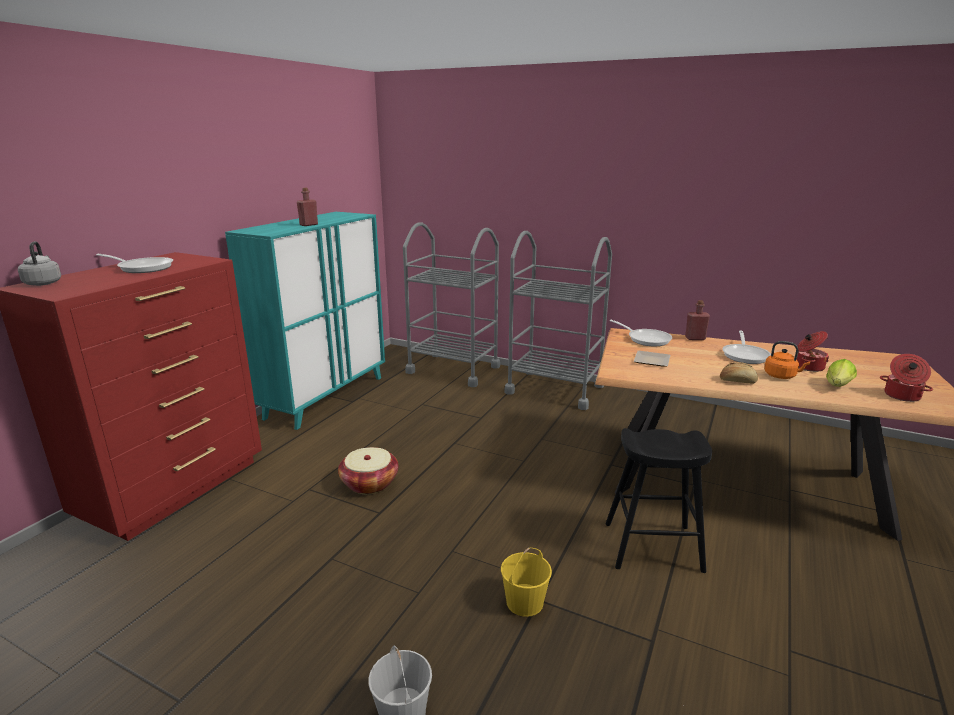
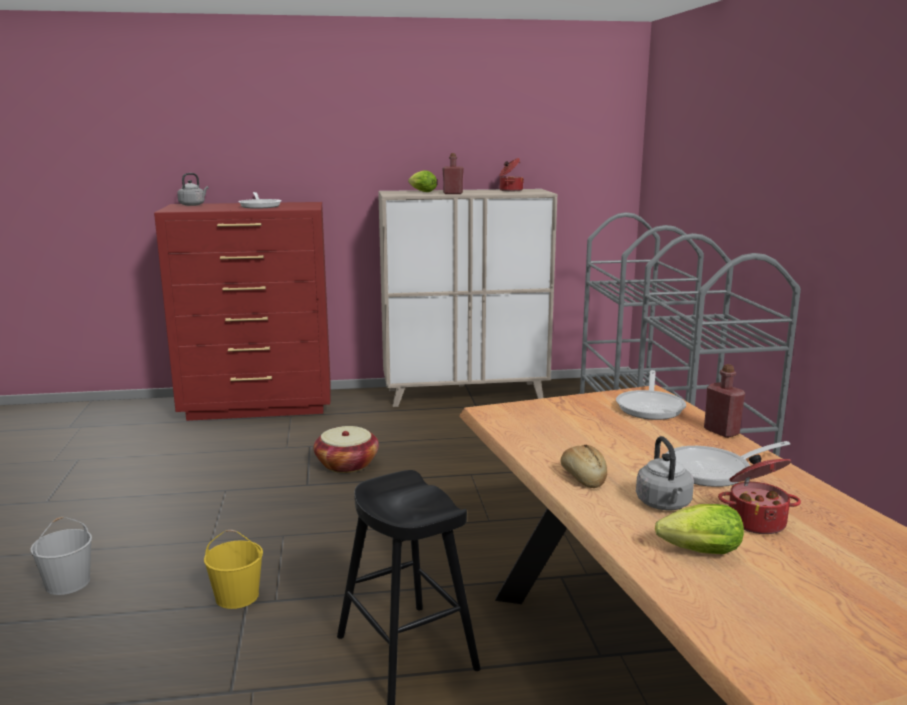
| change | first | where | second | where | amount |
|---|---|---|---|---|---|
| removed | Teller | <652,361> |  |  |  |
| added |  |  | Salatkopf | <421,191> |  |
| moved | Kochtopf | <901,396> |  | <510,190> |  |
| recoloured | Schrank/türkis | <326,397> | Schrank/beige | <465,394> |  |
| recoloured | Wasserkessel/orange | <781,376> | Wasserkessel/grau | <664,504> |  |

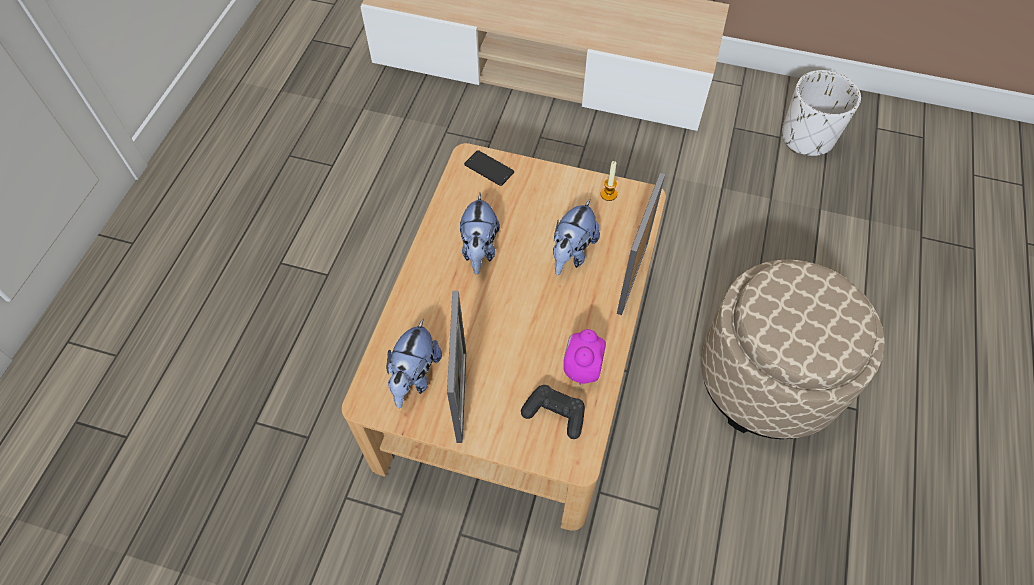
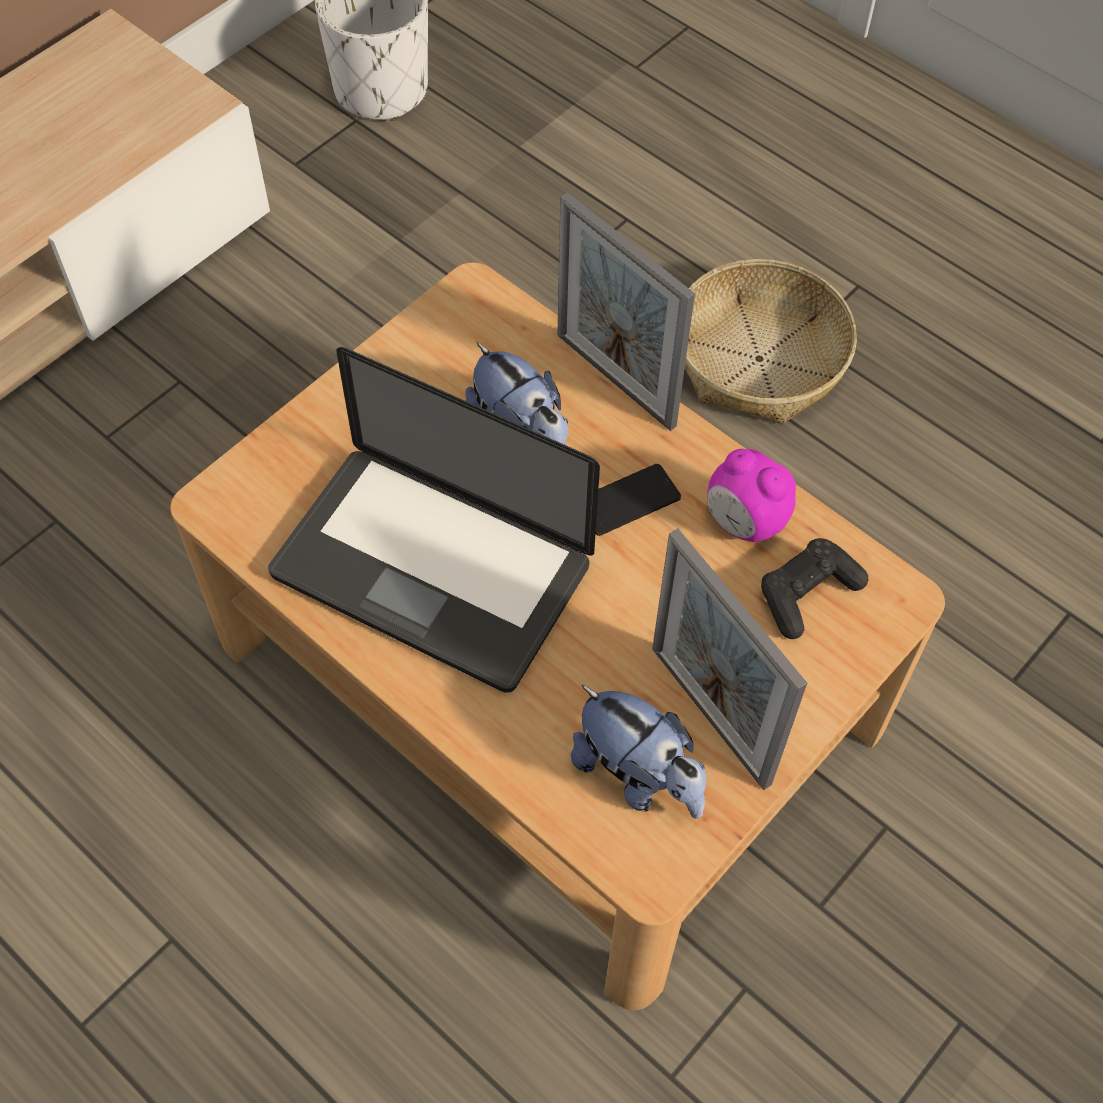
| change | first | where | second | where | amount |
|---|---|---|---|---|---|
| removed | Kerze | <608,194> |  |  |  |
| moved | Handy | <489,168> |  | <628,500> |  |
| replaced | Plüschtier | <479,249> | Laptop | <431,569> |  |
| replaced | Polsterhocker/beige | <768,378> | Korb | <759,358> |  |
| turned | Bilderrahmen | <461,395> |  | <710,715> | 150 degrees counterclockwise |

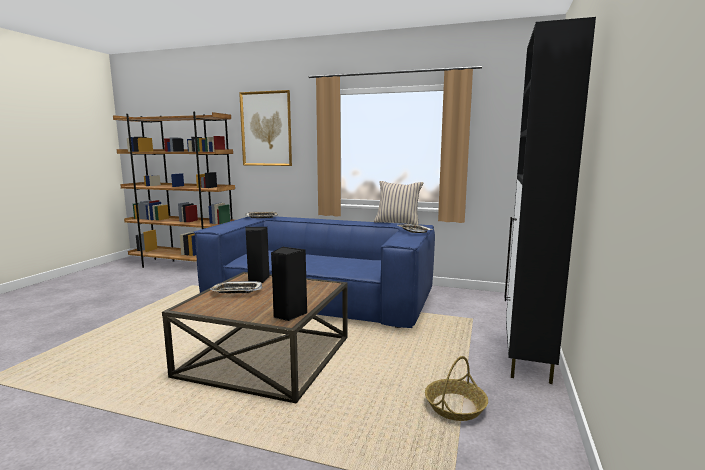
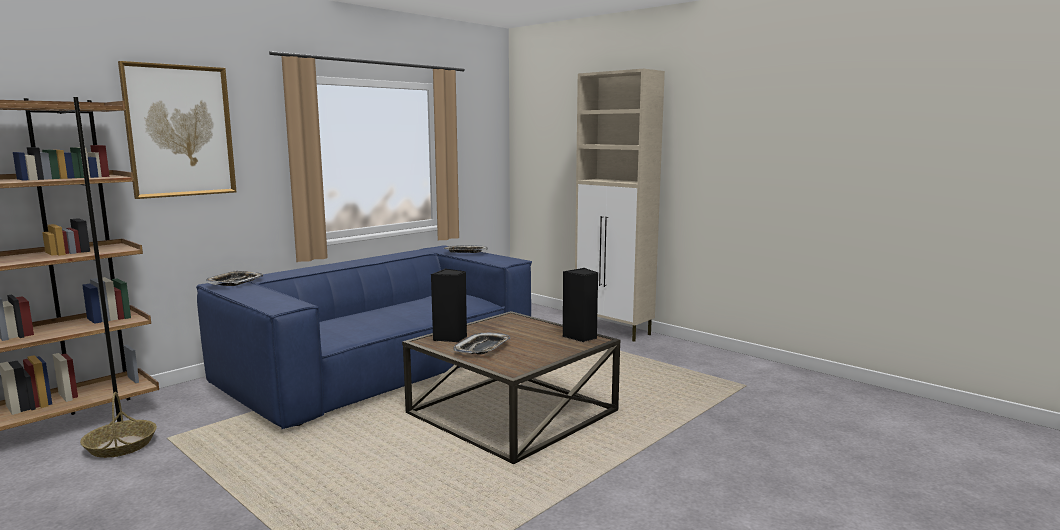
| change | first | where | second | where | amount |
|---|---|---|---|---|---|
| removed | Kissen/beige | <397,223> |  |  |  |
| moved | Korb | <455,407> |  | <121,446> |  |
| recoloured | Schrank/schwarz | <527,360> | Schrank/beige | <614,331> |  |

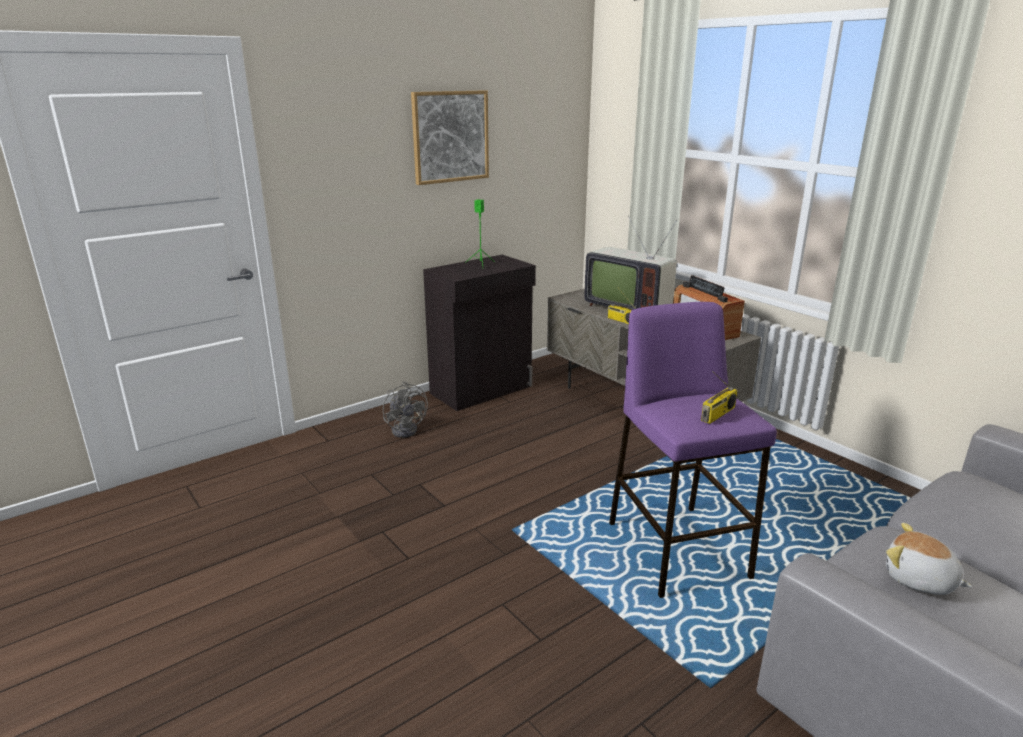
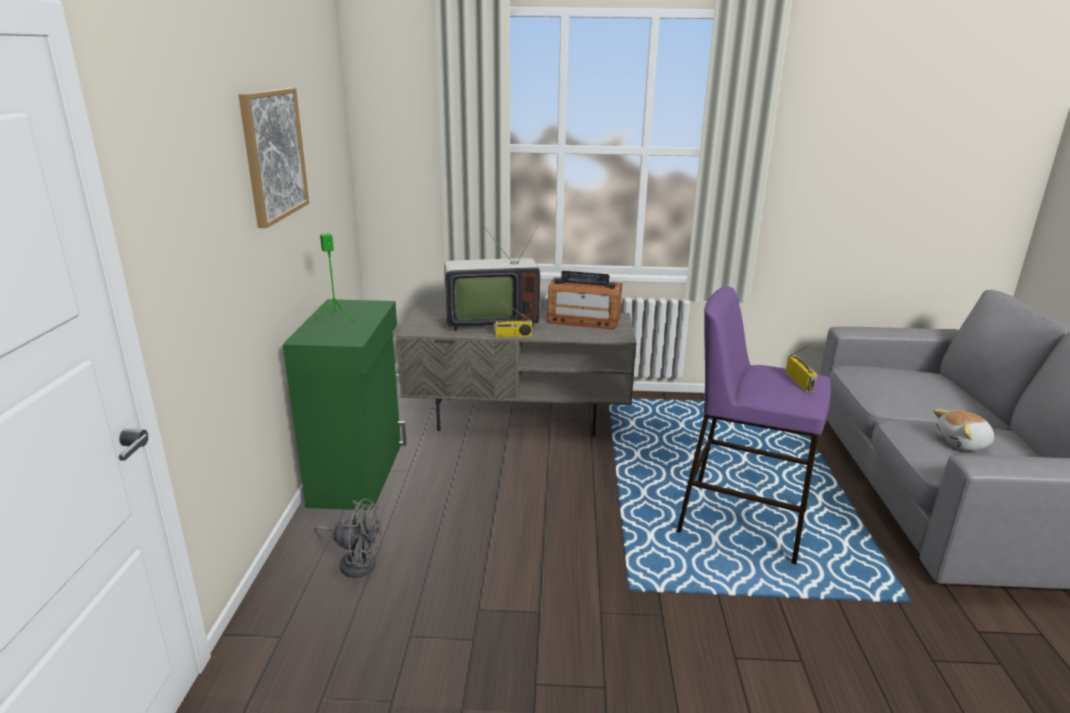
| change | first | where | second | where | amount |
|---|---|---|---|---|---|
| recoloured | Schrank/schwarz | <482,390> | Schrank/grün | <359,473> |  |

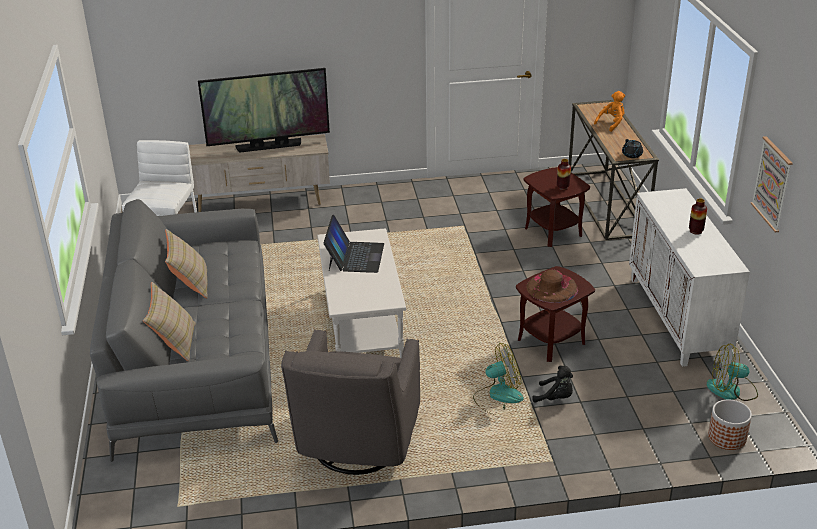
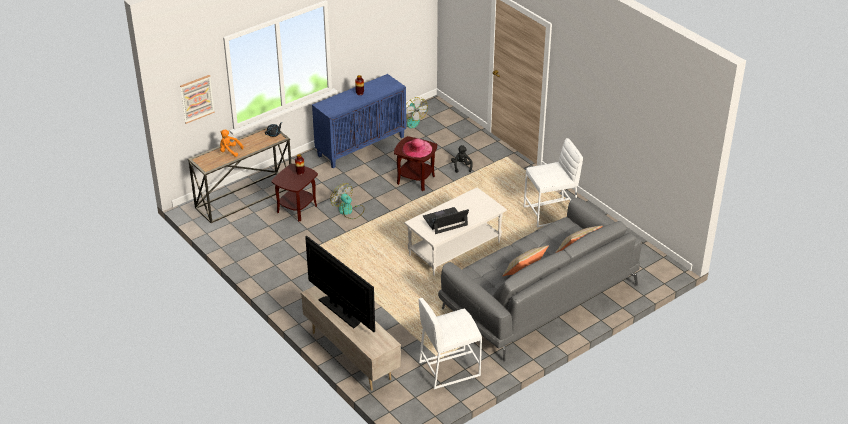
| change | first | where | second | where | amount |
|---|---|---|---|---|---|
| removed | Pflanzkübel | <726,438> |  |  |  |
| moved | Ventilator | <497,397> |  | <348,211> |  |
| moved | Bild | <772,184> |  | <197,98> |  |
| replaced | Sessel/grau | <356,446> | Hocker/weiß | <550,213> |  |
| recoloured | Hut/braun | <552,287> | Hut/rosa | <417,148> |  |
| recoloured | Schrank/weiß | <678,319> | Schrank/blau | <361,146> |  |

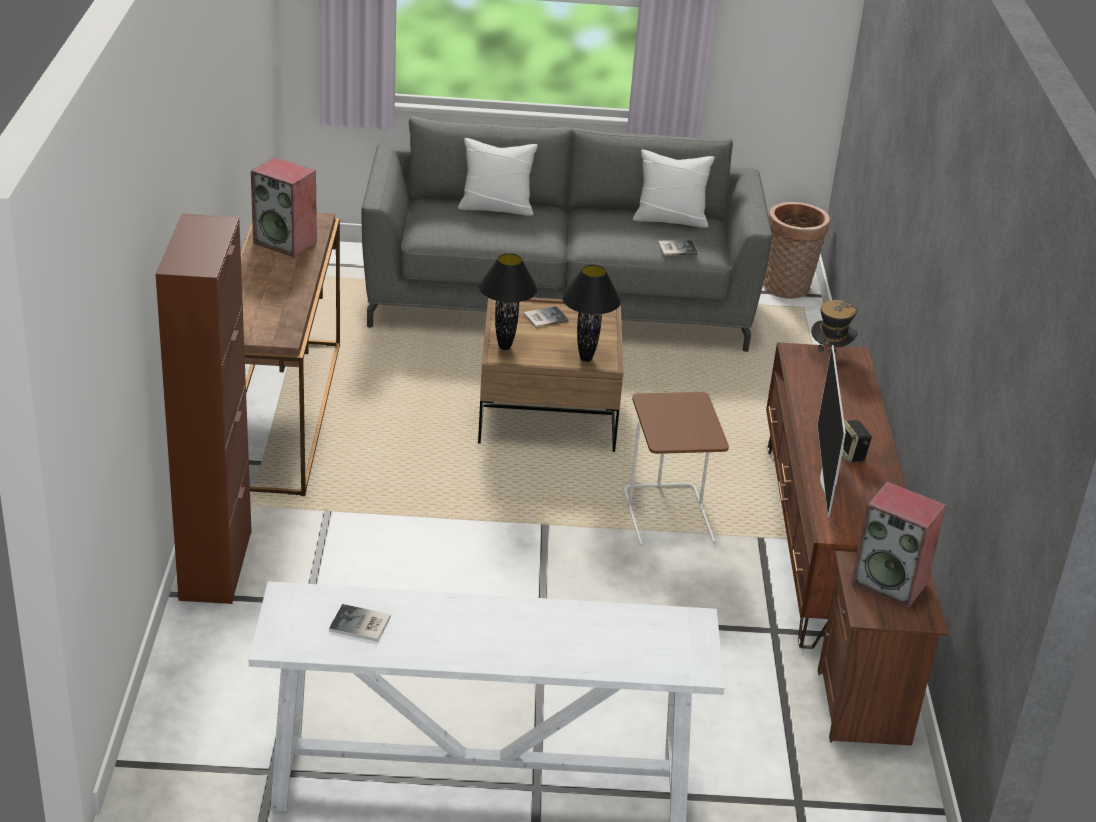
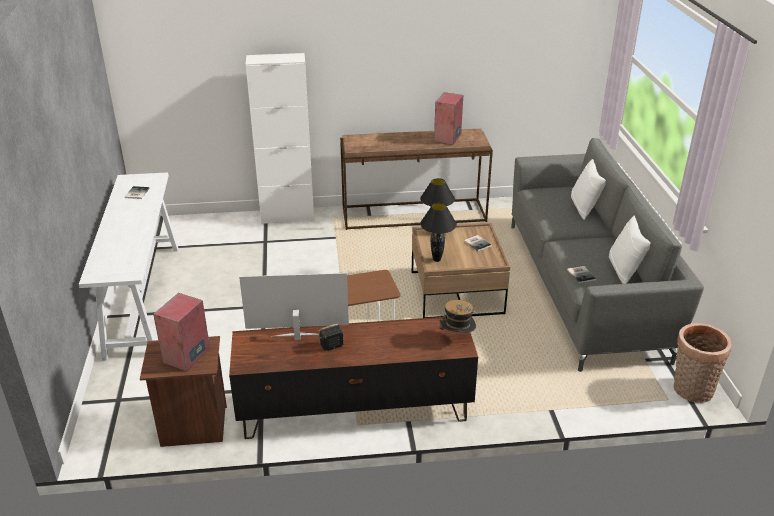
| change | first | where | second | where | amount |
|---|---|---|---|---|---|
| recoloured | Schrank/braun | <216,565> | Schrank/weiß | <287,216> |  |

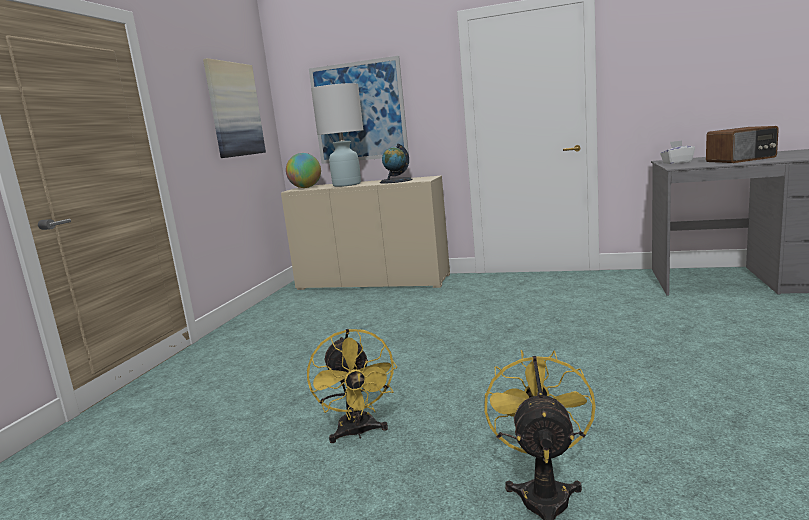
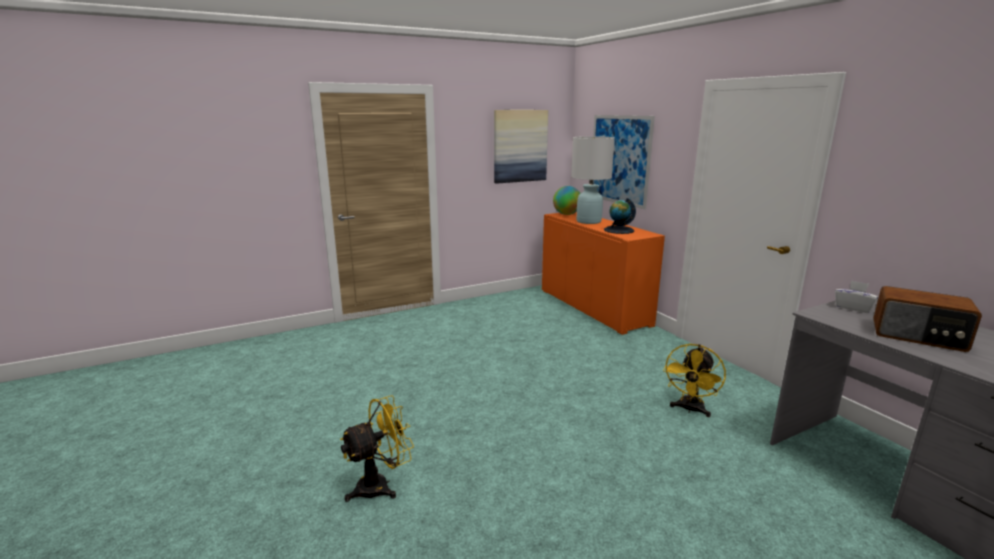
| change | first | where | second | where | amount |
|---|---|---|---|---|---|
| moved | Ventilator/gelb | <358,433> |  | <690,409> |  |
| recoloured | Schrank/beige | <373,282> | Schrank/orange | <593,307> |  |

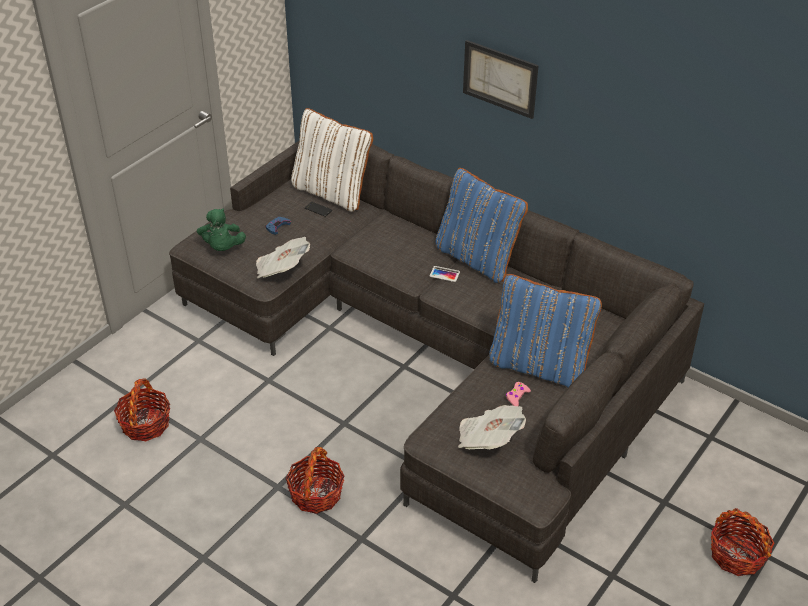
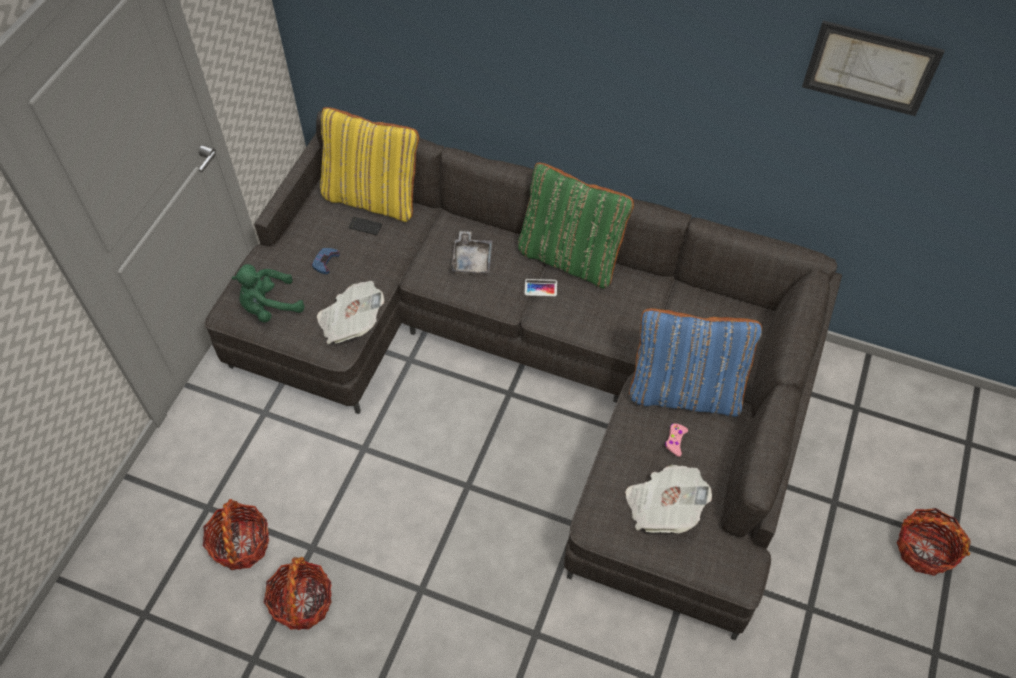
| change | first | where | second | where | amount |
|---|---|---|---|---|---|
| added |  |  | Tablett/grau | <472,260> |  |
| moved | Korb | <316,494> |  | <302,602> |  |
| moved | Bild | <500,78> |  | <870,67> |  |
| recoloured | Kissen/weiß | <332,192> | Kissen/gelb | <373,197> |  |
| recoloured | Kissen/blau | <478,258> | Kissen/grün | <570,257> |  |
| turned | Plüschtier/grün | <222,247> |  | <269,306> | 90 degrees clockwise |

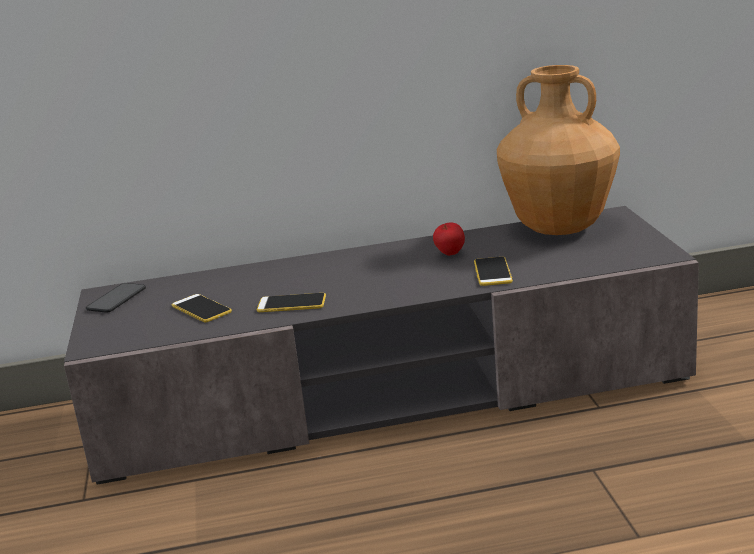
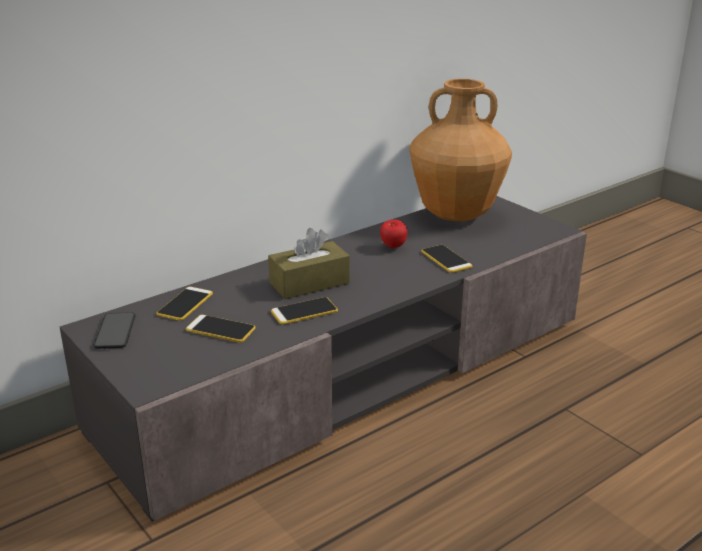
| change | first | where | second | where | amount |
|---|---|---|---|---|---|
| added |  |  | Handy | <185,304> |  |
| added |  |  | Taschentuchbox/braun | <309,283> |  |

